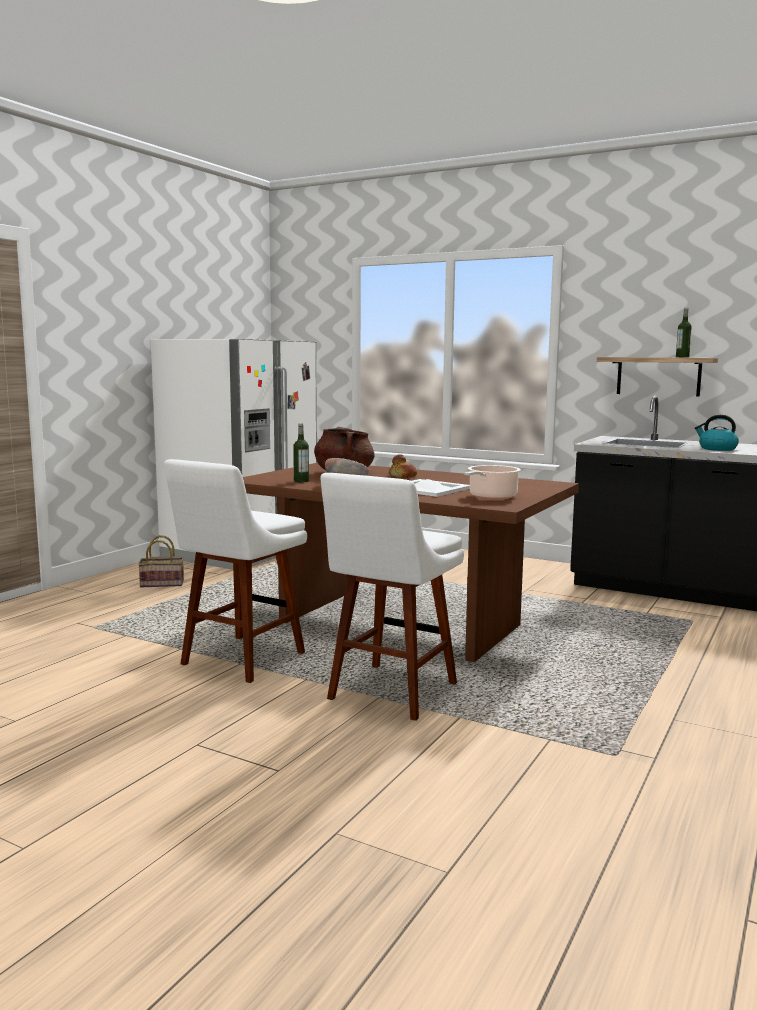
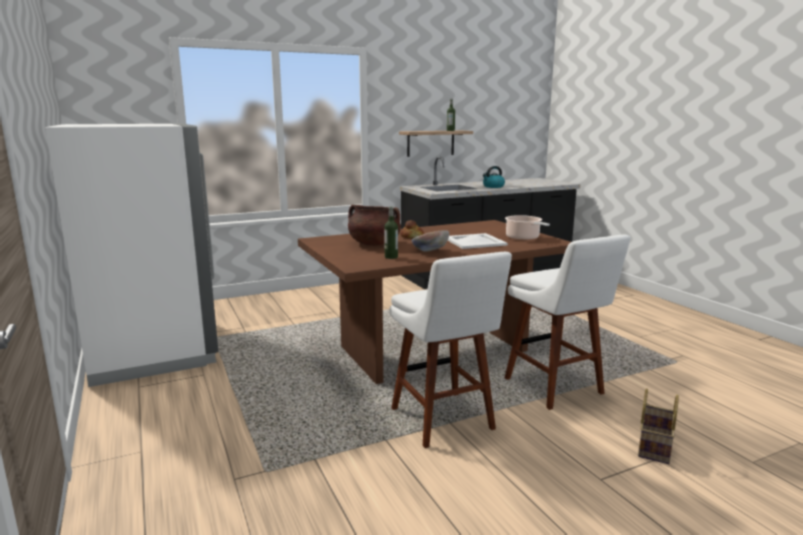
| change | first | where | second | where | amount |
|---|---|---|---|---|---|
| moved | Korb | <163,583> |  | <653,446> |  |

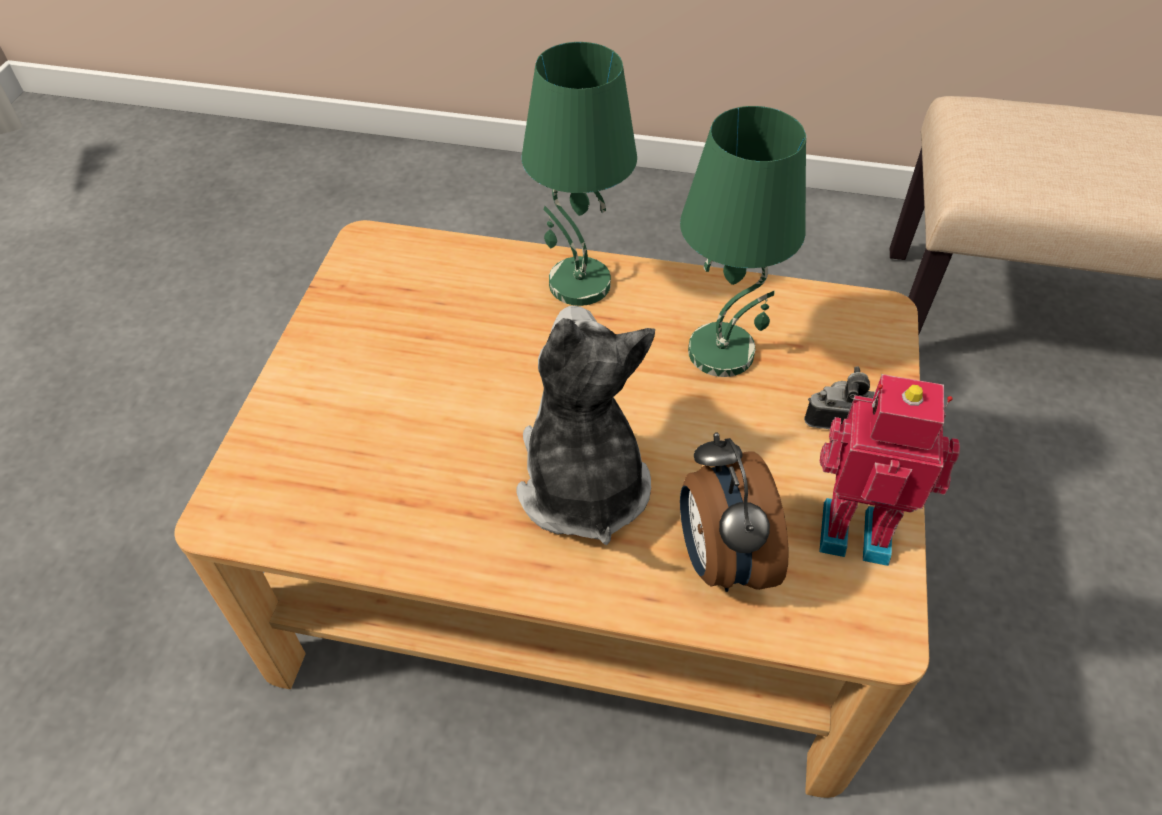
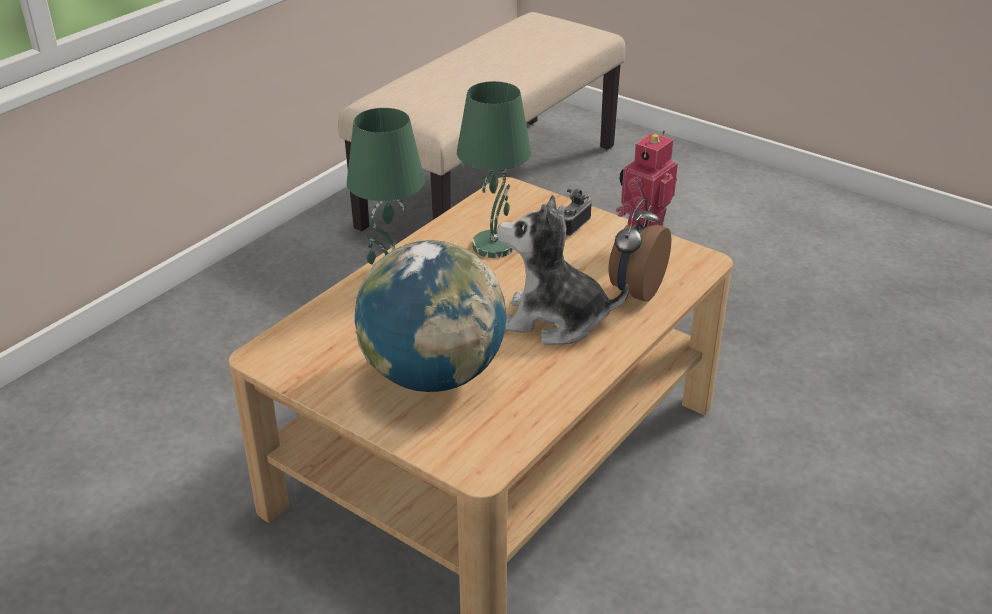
| change | first | where | second | where | amount |
|---|---|---|---|---|---|
| added |  |  | Globus | <433,375> |  |
| turned | Wecker | <720,559> |  | <635,291> | 105 degrees clockwise |

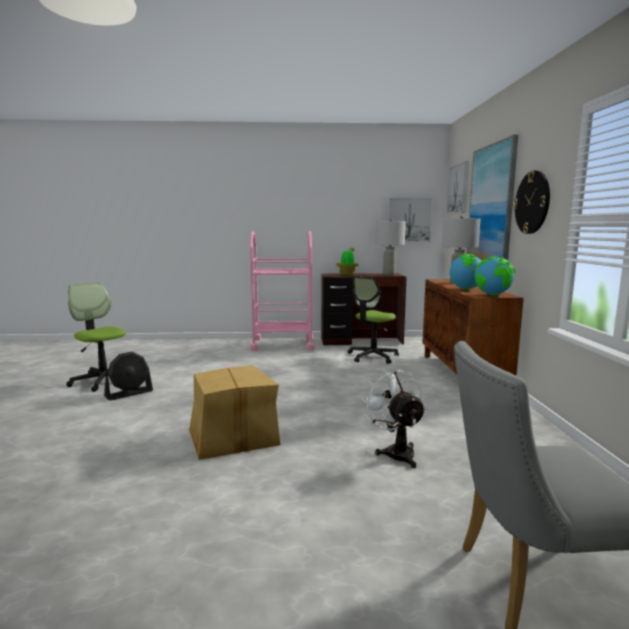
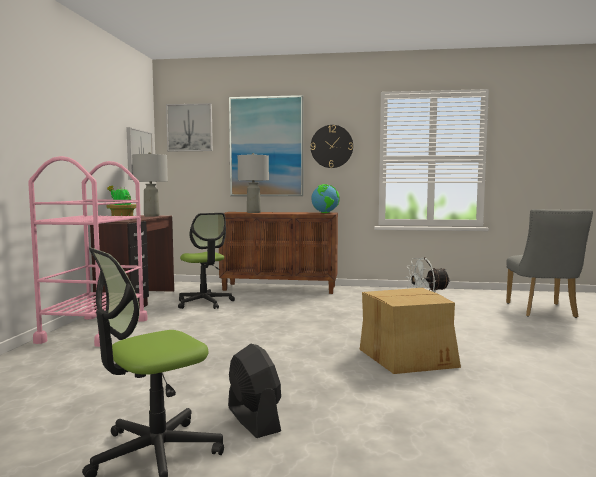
| change | first | where | second | where | amount |
|---|---|---|---|---|---|
| removed | Globus | <466,289> |  |  |  |

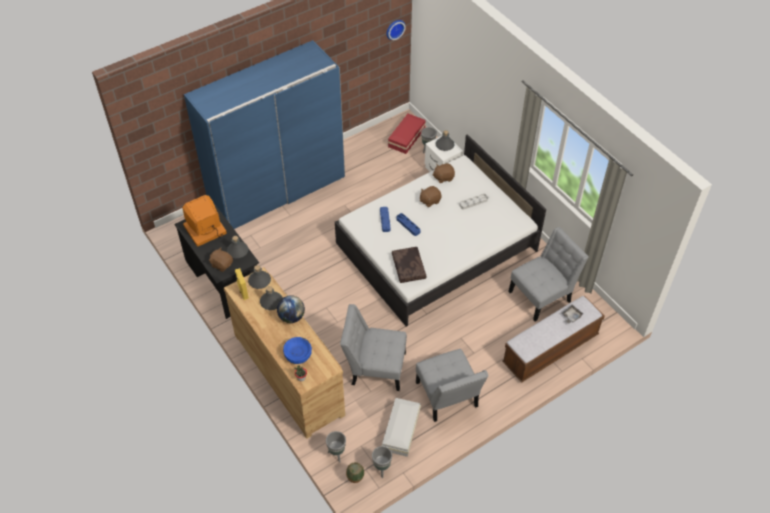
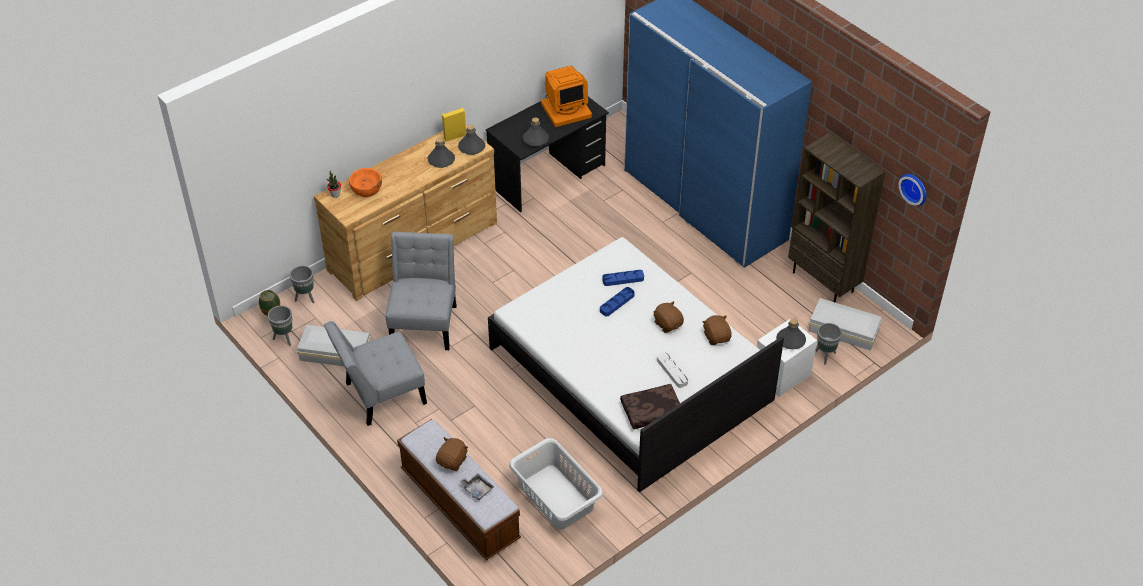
| change | first | where | second | where | amount |
|---|---|---|---|---|---|
| removed | Globus | <291,317> |  |  |  |
| added |  |  | Bücherregal/braun | <823,282> |  |
| moved | Plüschtier/braun | <222,264> |  | <452,461> |  |
| moved | Kissen/braun | <409,268> |  | <651,412> |  |
| replaced | Stuhl/grau | <542,295> | Wäschekorb/grau | <555,497> |  |
| recoloured | Schüssel/blau | <298,355> | Schüssel/orange | <366,189> |  |
| recoloured | Aufbewahrungsbox/rot | <407,137> | Aufbewahrungsbox/weiß | <844,331> |  |
| turned | Monitor | <205,230> |  | <566,109> | 105 degrees clockwise |

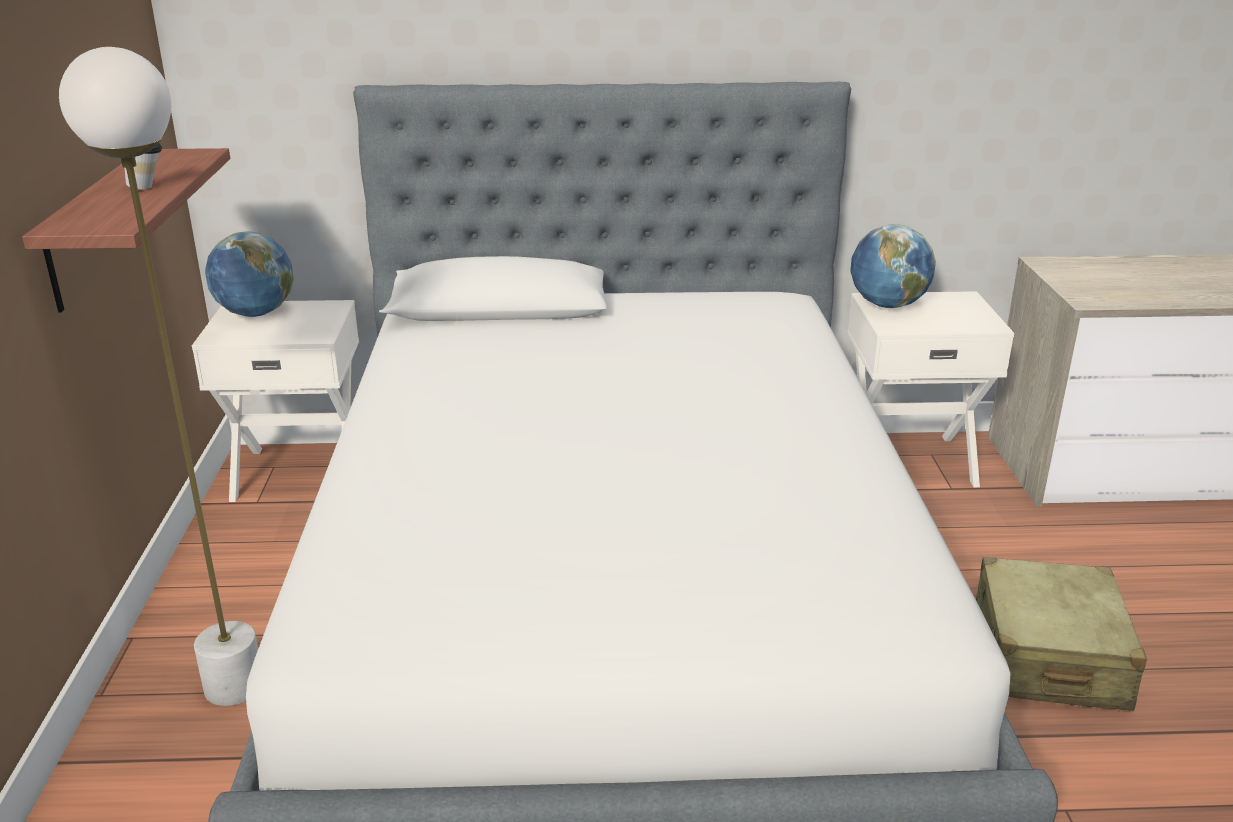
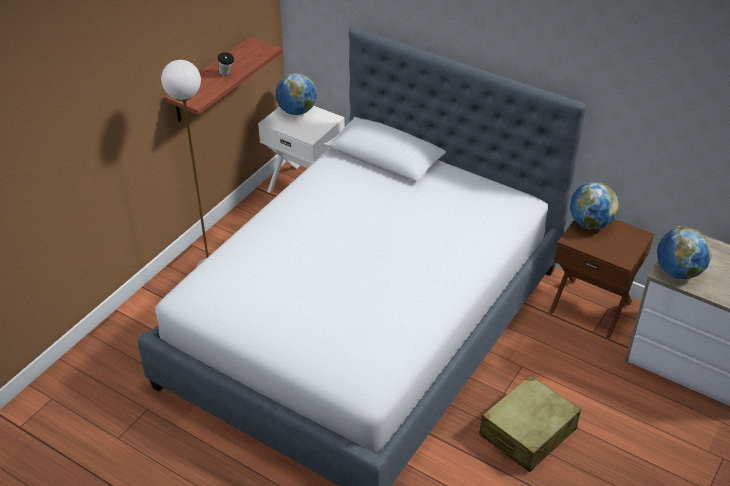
| change | first | where | second | where | amount |
|---|---|---|---|---|---|
| added |  |  | Globus | <678,272> |  |
| recoloured | Nachttisch/weiß | <908,460> | Nachttisch/braun | <591,306> |  |

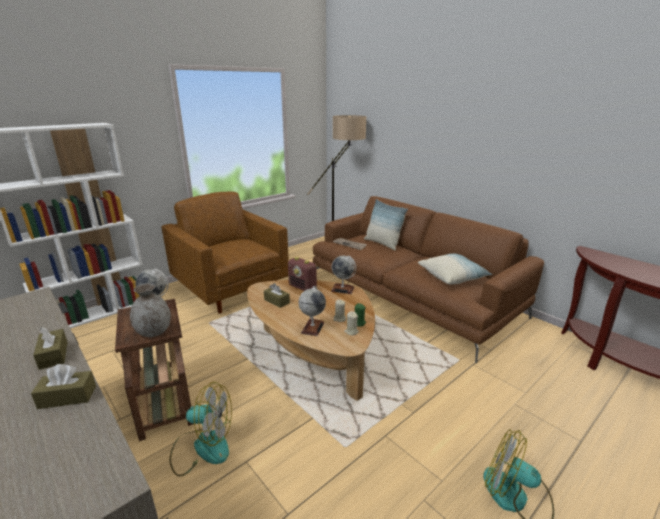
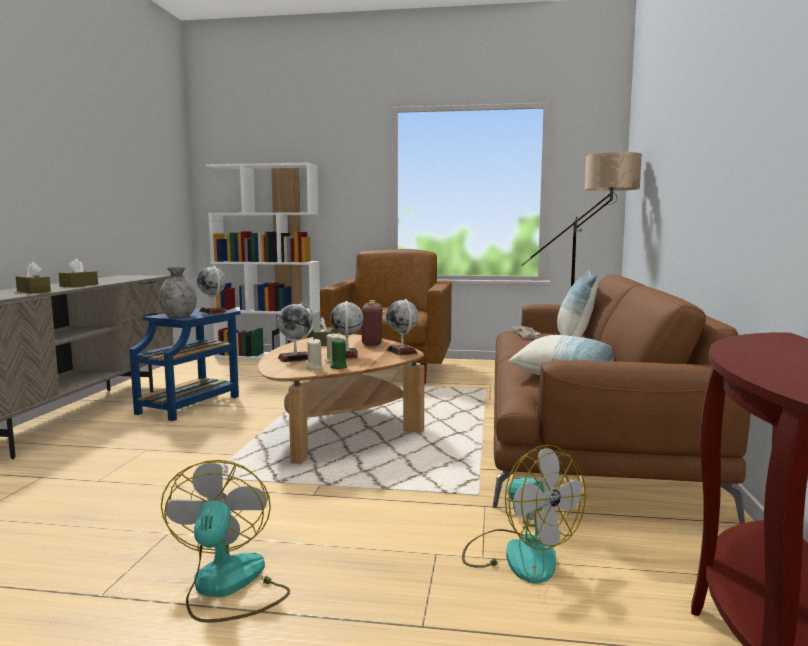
| change | first | where | second | where | amount |
|---|---|---|---|---|---|
| added |  |  | Globus | <347,355> |  |
| moved | Ventilator | <202,447> |  | <518,554> |  |
| recoloured | Beistelltisch/braun | <164,399> | Beistelltisch/blau | <191,405> |  |

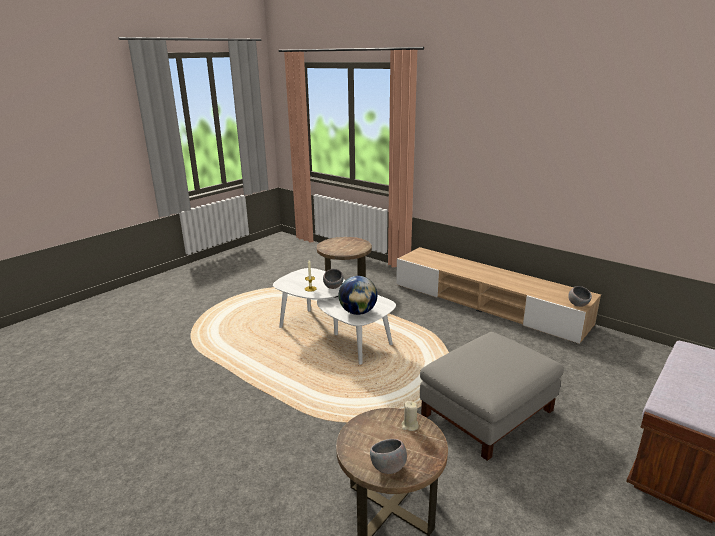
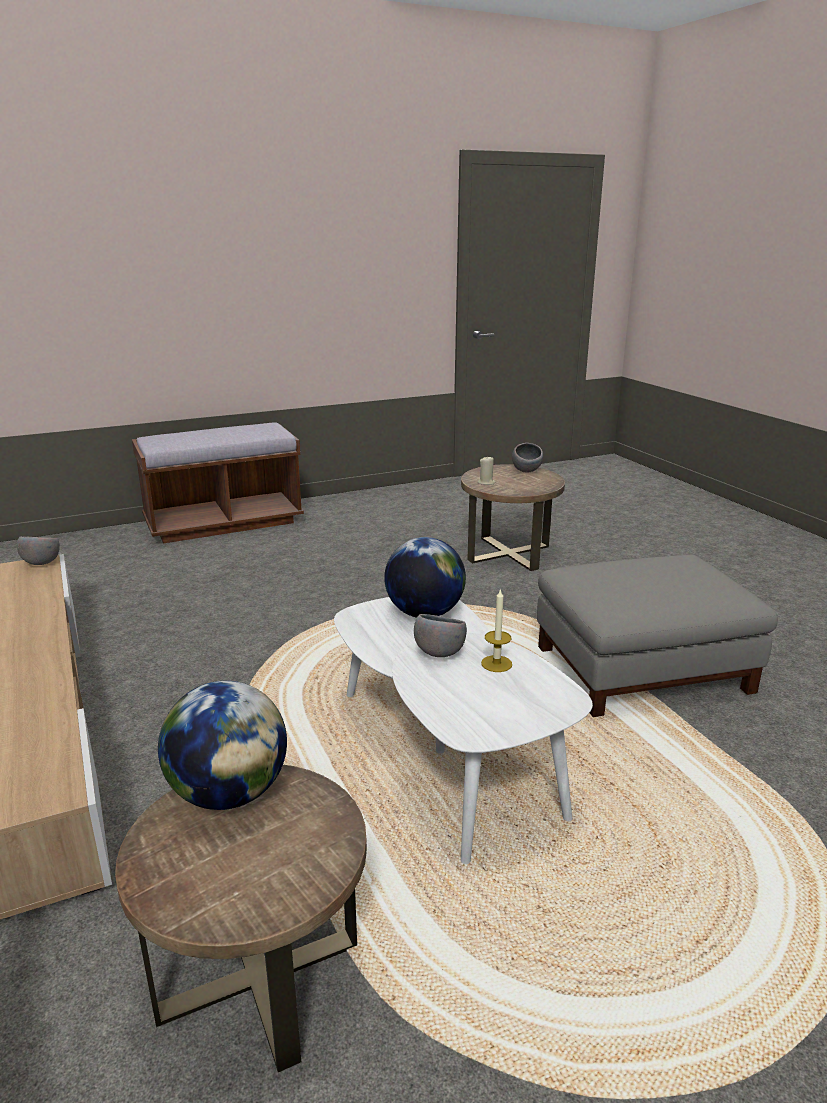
| change | first | where | second | where | amount |
|---|---|---|---|---|---|
| added |  |  | Globus | <229,793> |  |
| moved | Polsterhocker/grau | <487,413> |  | <642,668> |  |

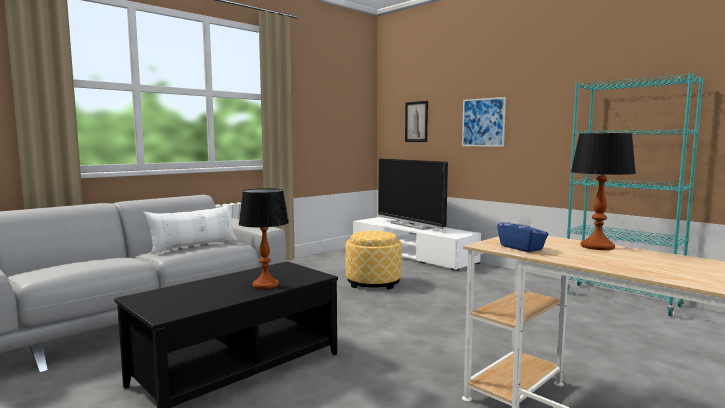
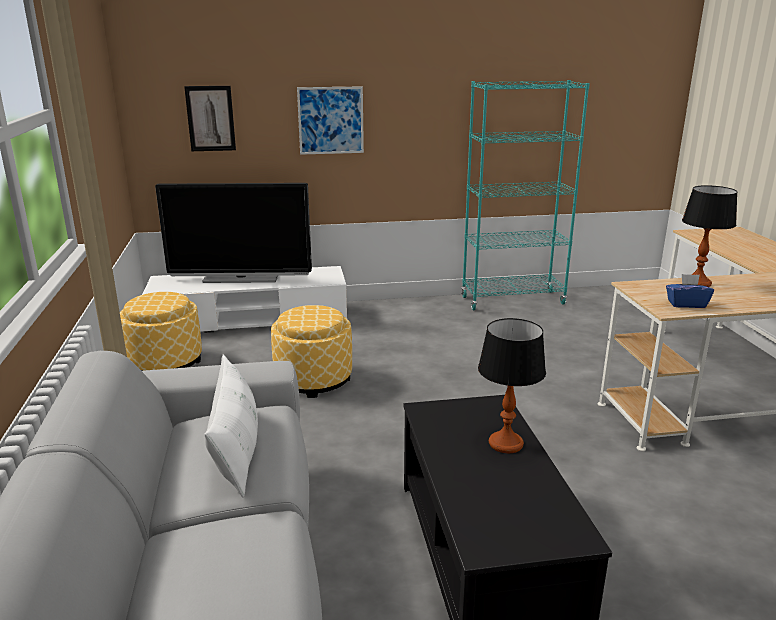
| change | first | where | second | where | amount |
|---|---|---|---|---|---|
| added |  |  | Polsterhocker | <165,362> |  |

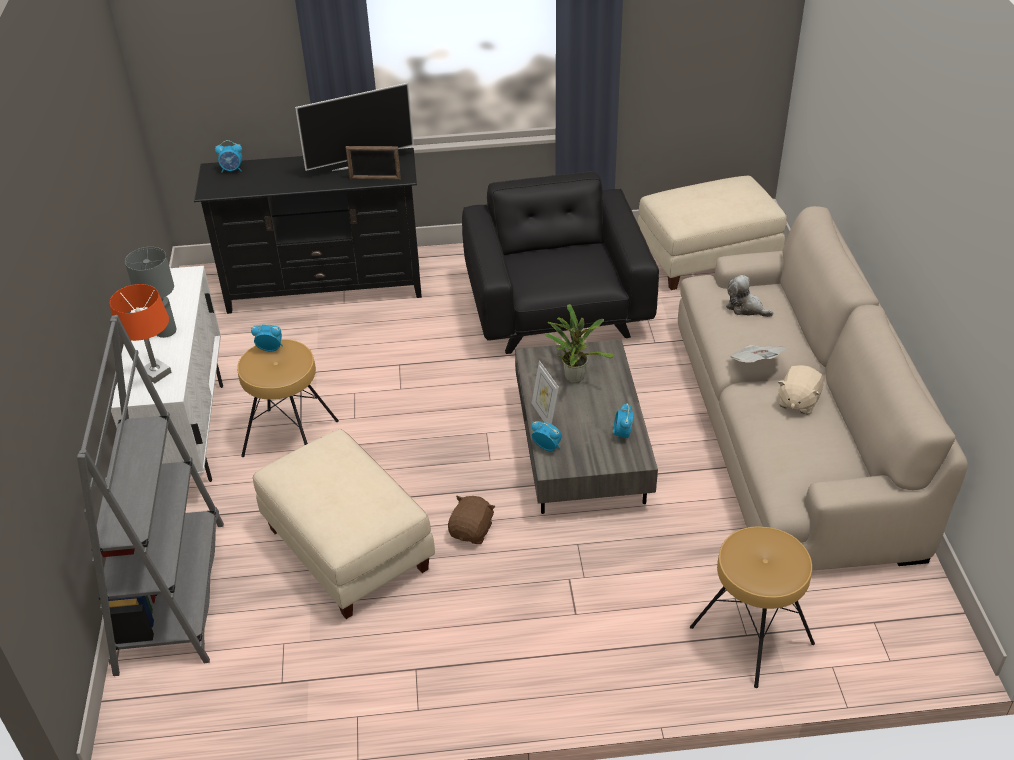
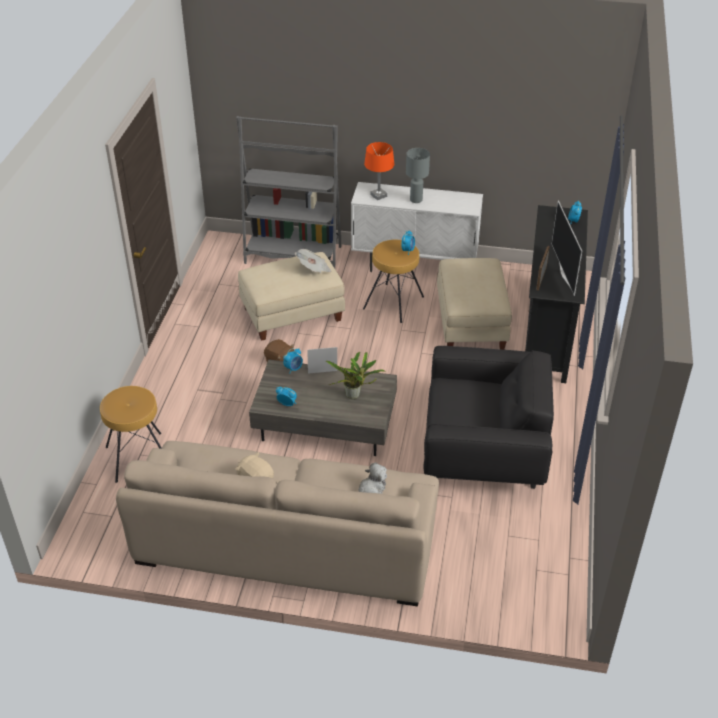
| change | first | where | second | where | amount |
|---|---|---|---|---|---|
| moved | Polsterhocker/beige | <707,257> |  | <472,323> |  |
| moved | Zeitung | <755,364> |  | <313,269> |  |

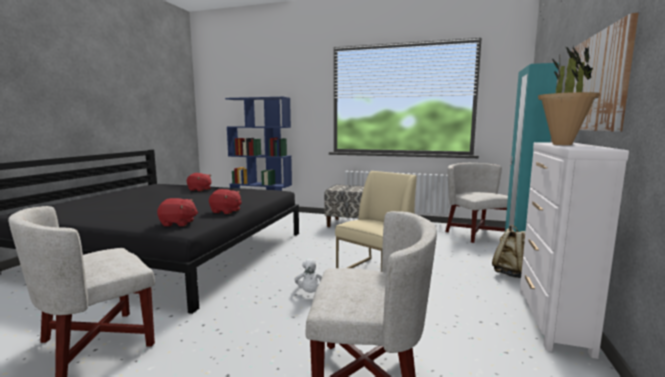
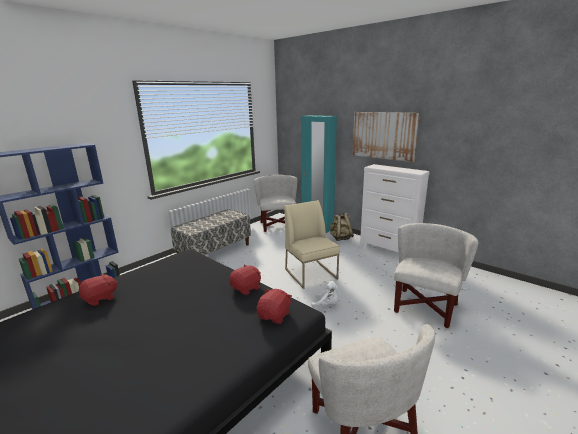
| change | first | where | second | where | amount |
|---|---|---|---|---|---|
| removed | Topfpflanze | <562,144> |  |  |  |
| turned | Sessel/weiß | <476,234> |  | <277,225> | 75 degrees clockwise |

